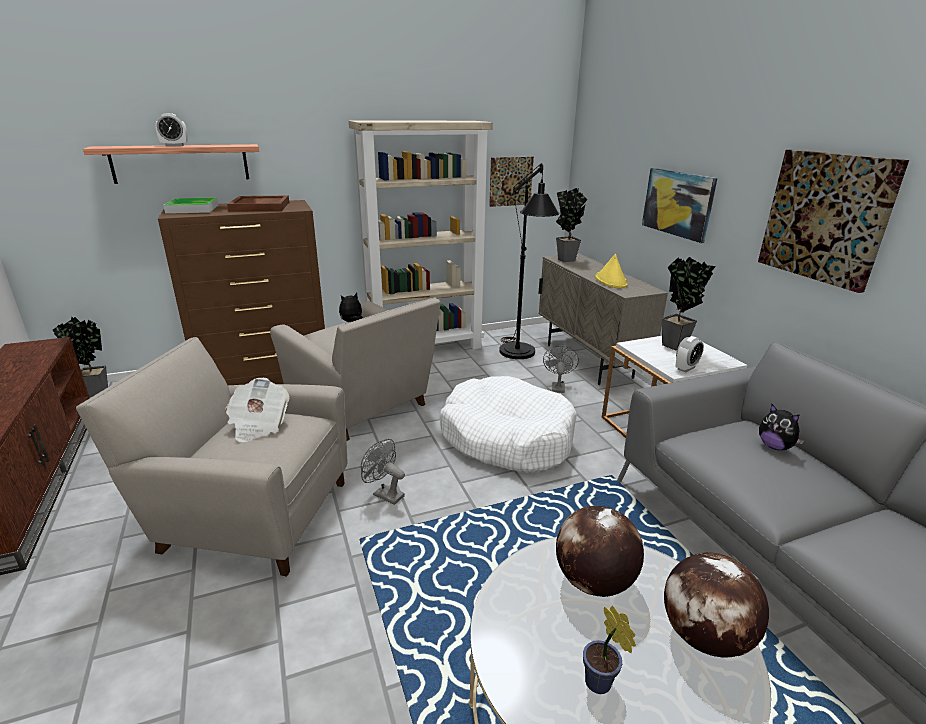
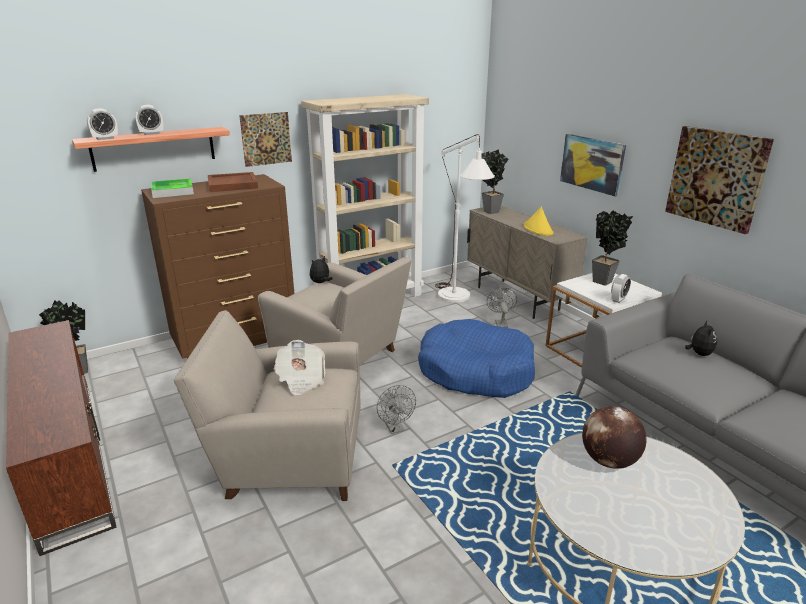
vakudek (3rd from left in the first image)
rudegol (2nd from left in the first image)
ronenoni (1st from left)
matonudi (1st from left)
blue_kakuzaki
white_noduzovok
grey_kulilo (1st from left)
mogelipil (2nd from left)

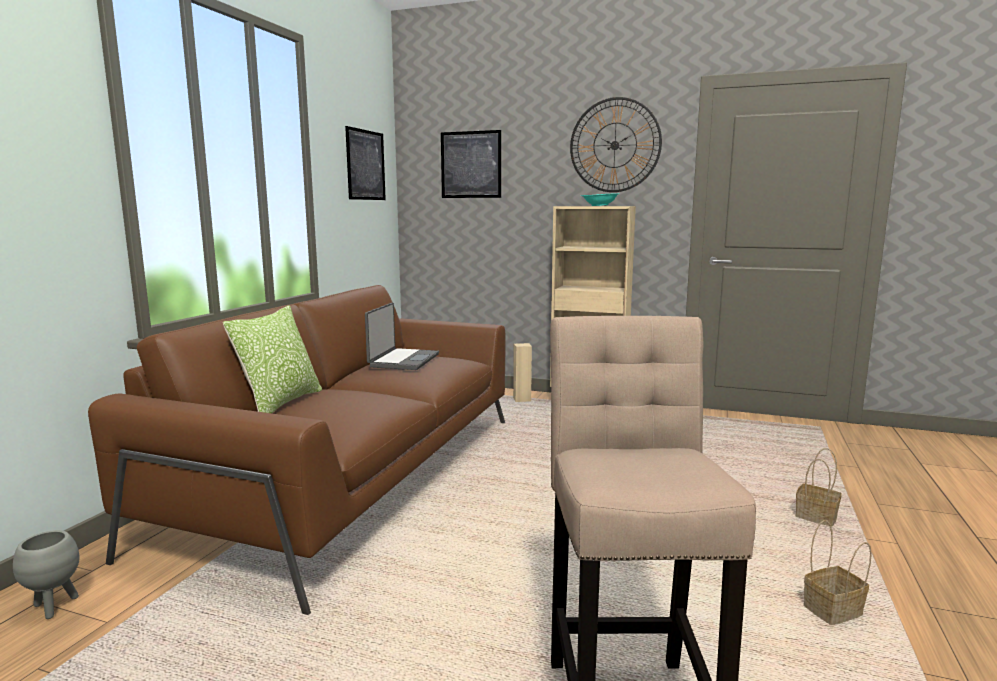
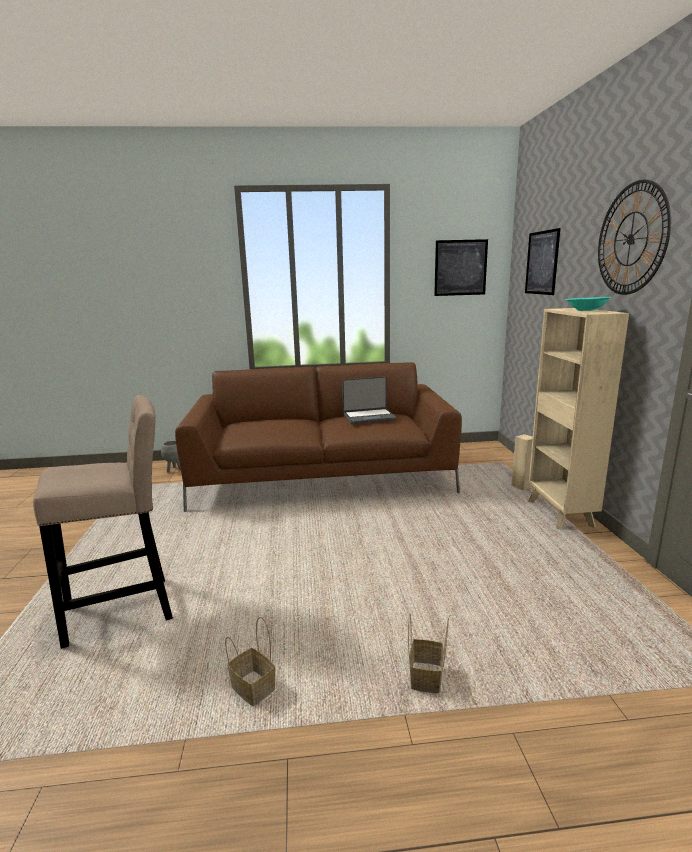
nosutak

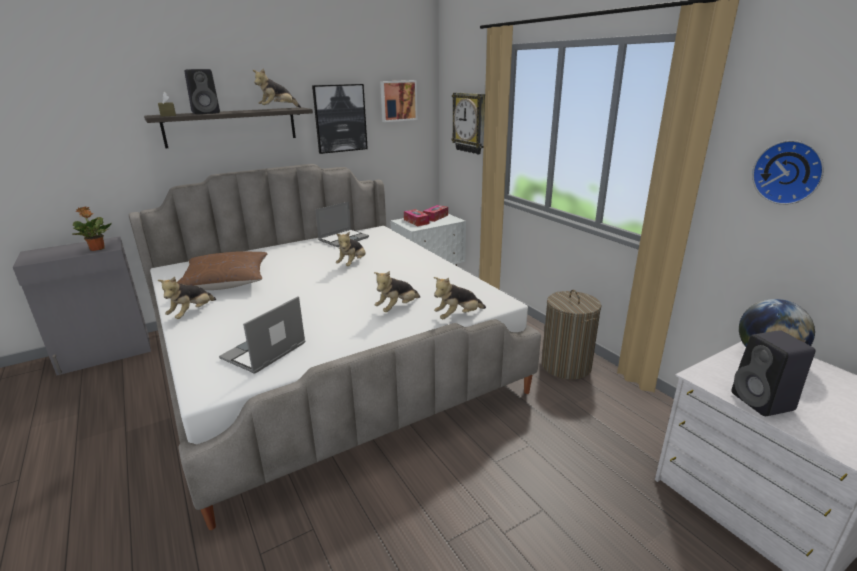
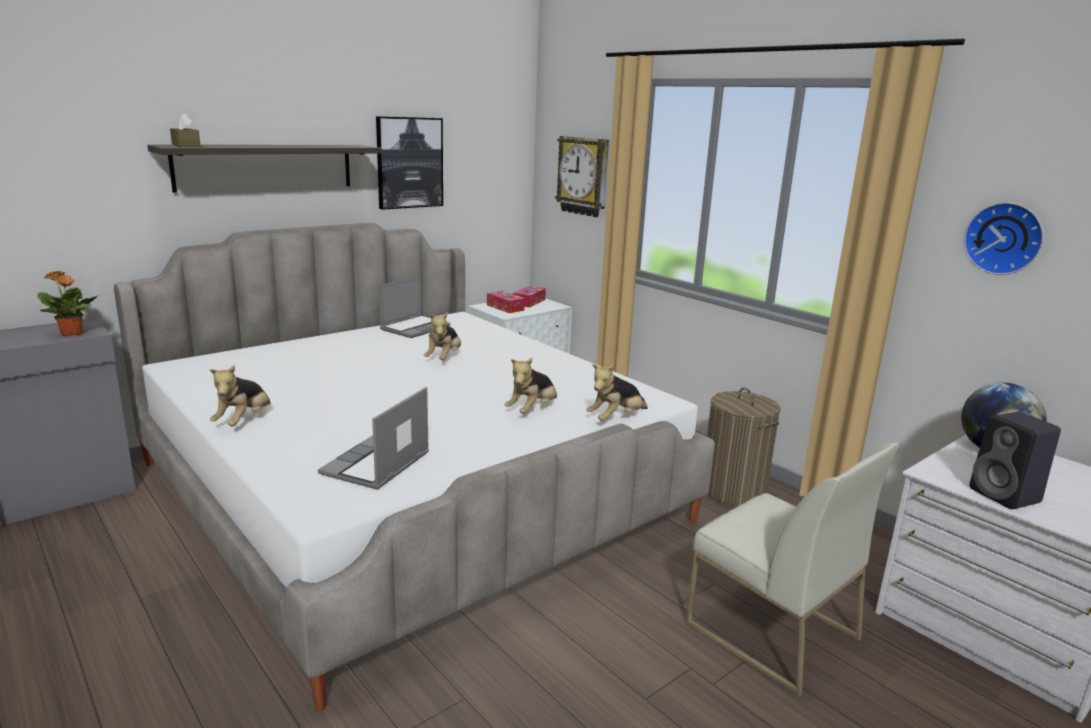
brown_nosutak
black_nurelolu (1st from left in the first image)
mogelipil (2nd from left in the first image)
matonudi (2nd from left in the first image)
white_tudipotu

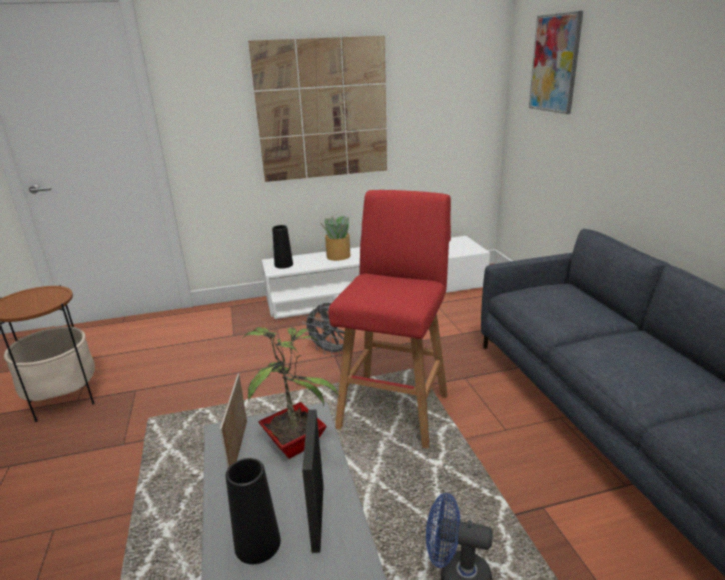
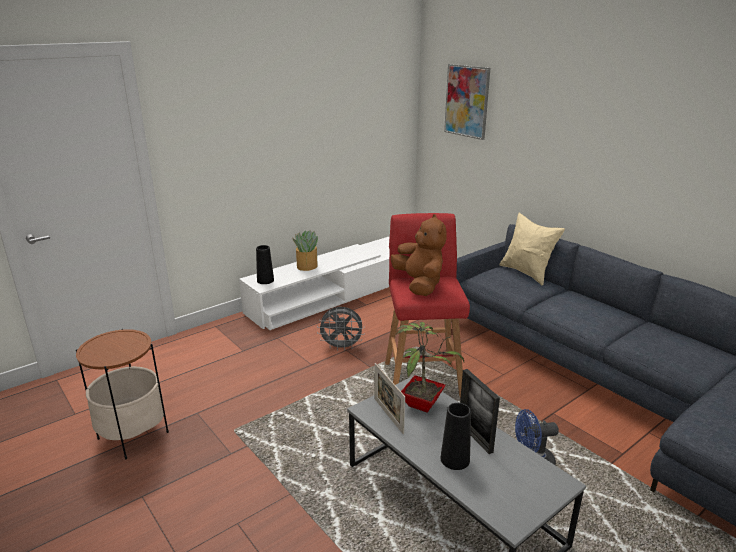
matonudi (1st from left in the first image)
brown_mogelipil
beige_nosutak

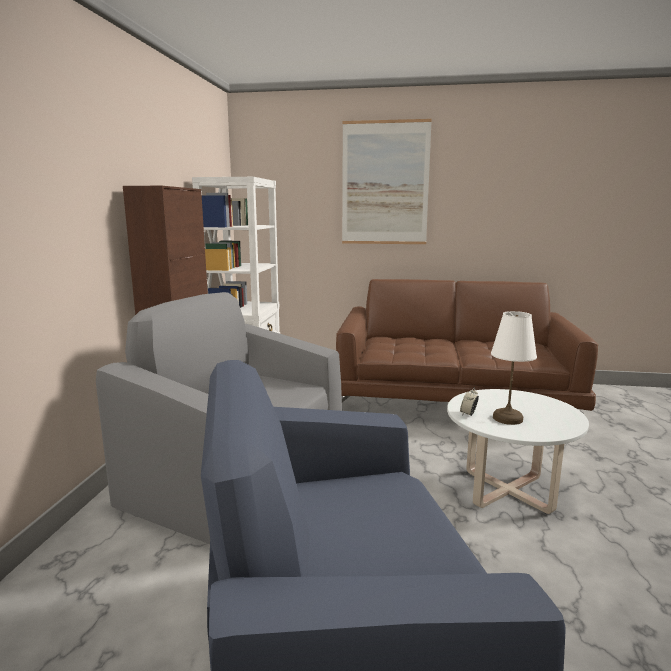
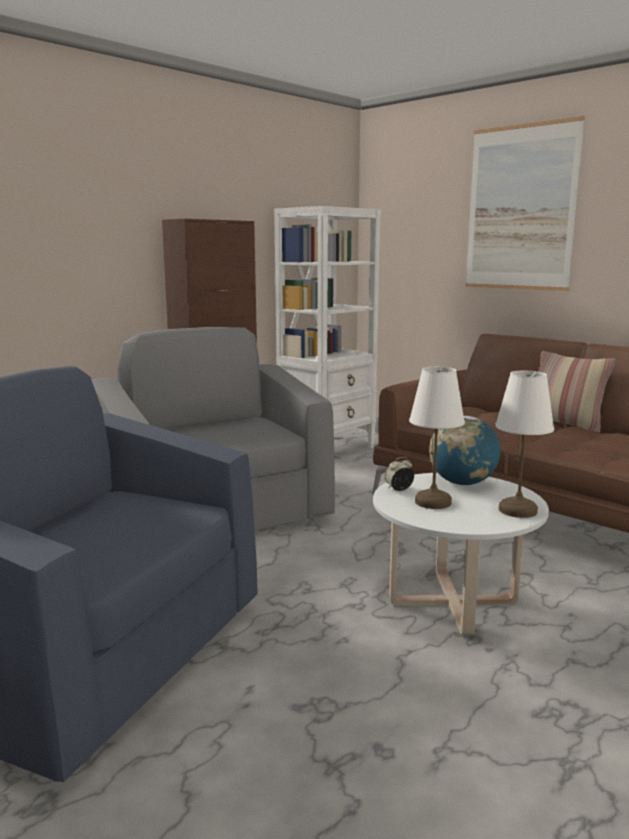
rudegol
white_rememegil (2nd from left)
nosutak

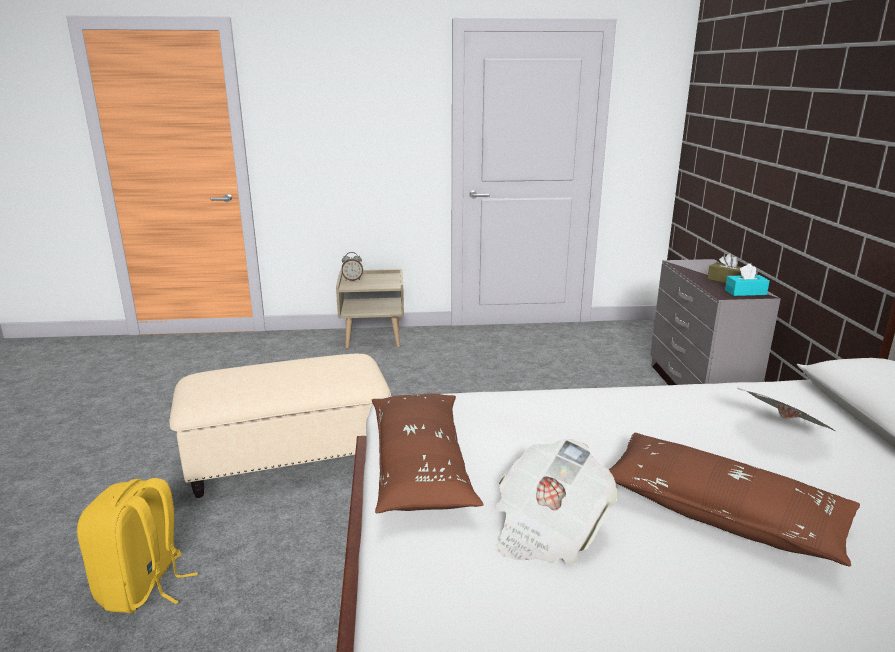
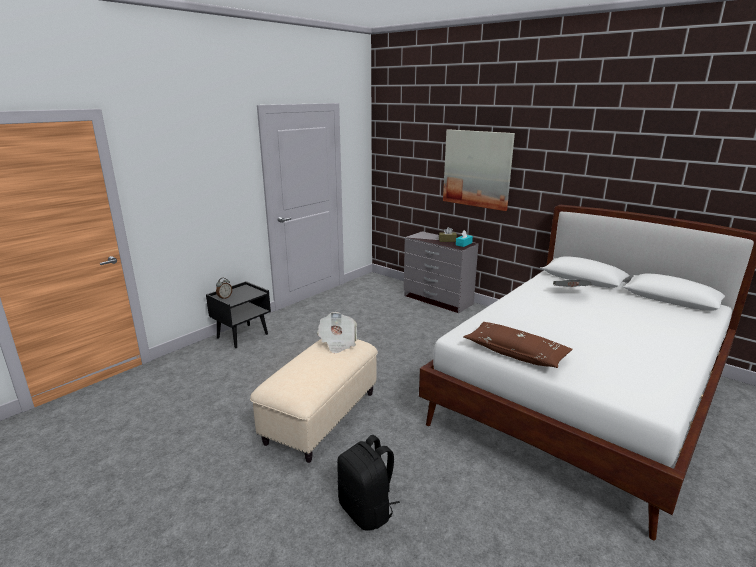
brown_nosutak (2nd from left in the first image)
matonudi
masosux (1st from left)
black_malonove
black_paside

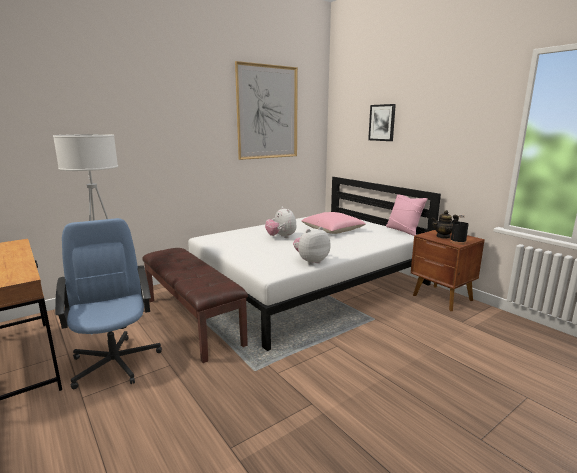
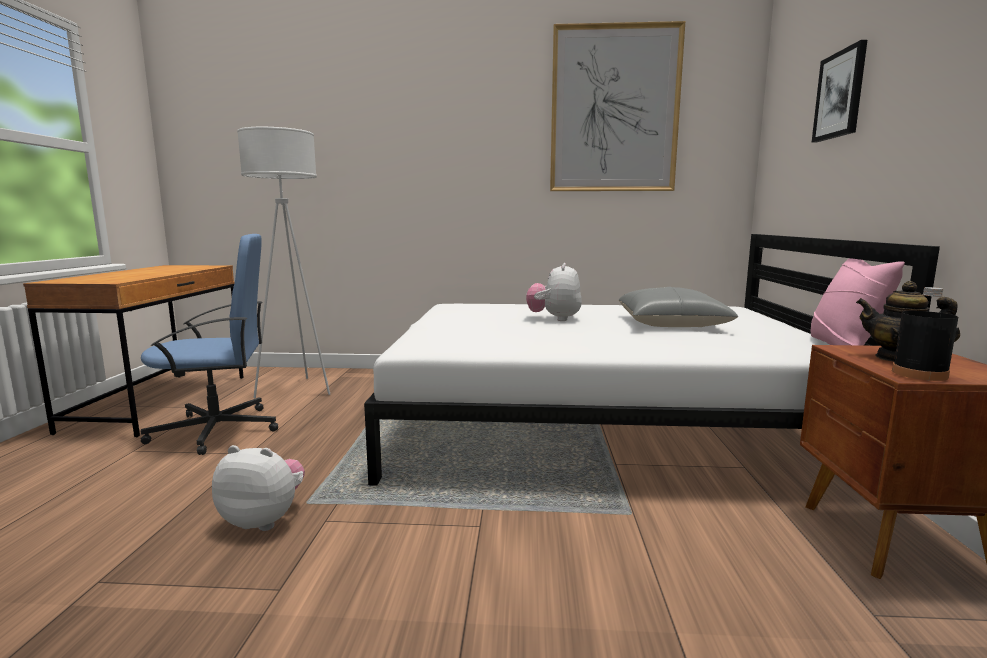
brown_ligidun
mogelipil (1st from left)
grey_nosutak
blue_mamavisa

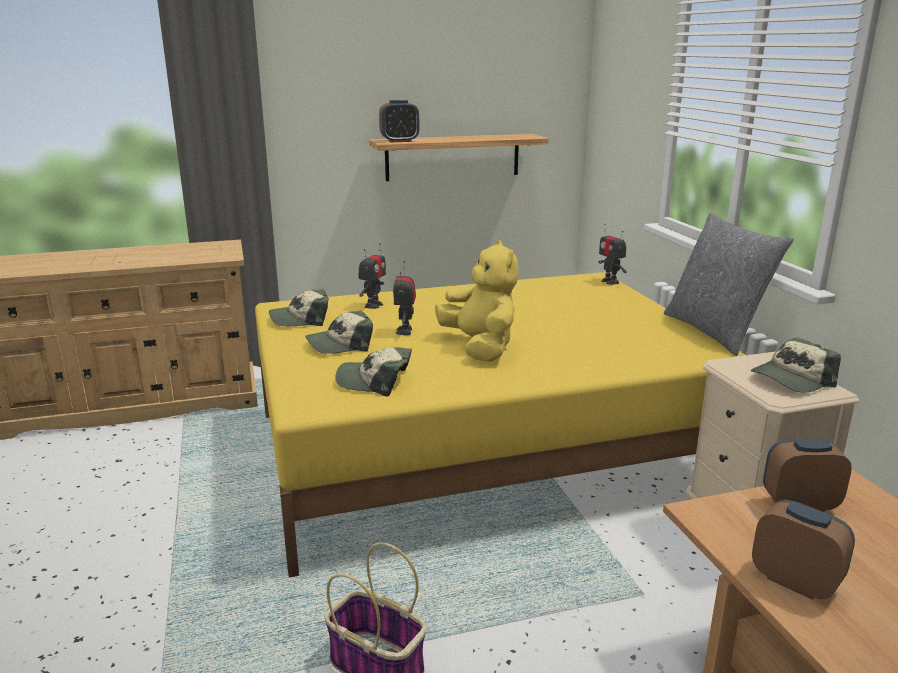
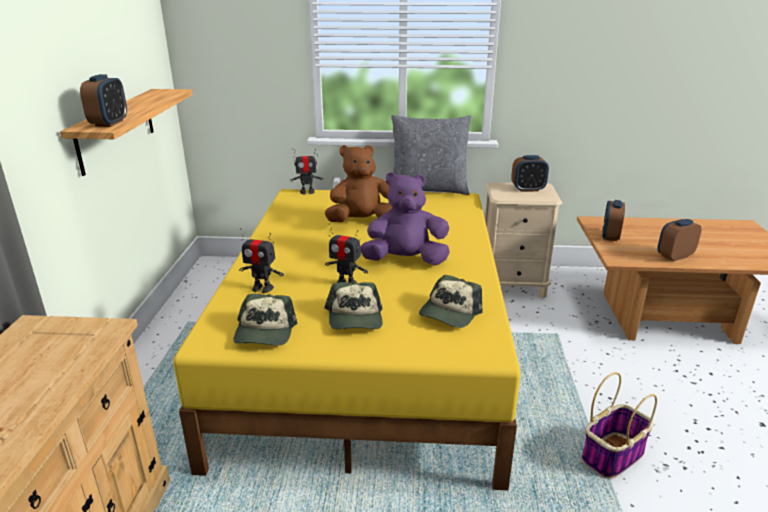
brown_mogelipil
ronenoni (2nd from left)
purple_mogelipil
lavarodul (1st from left)

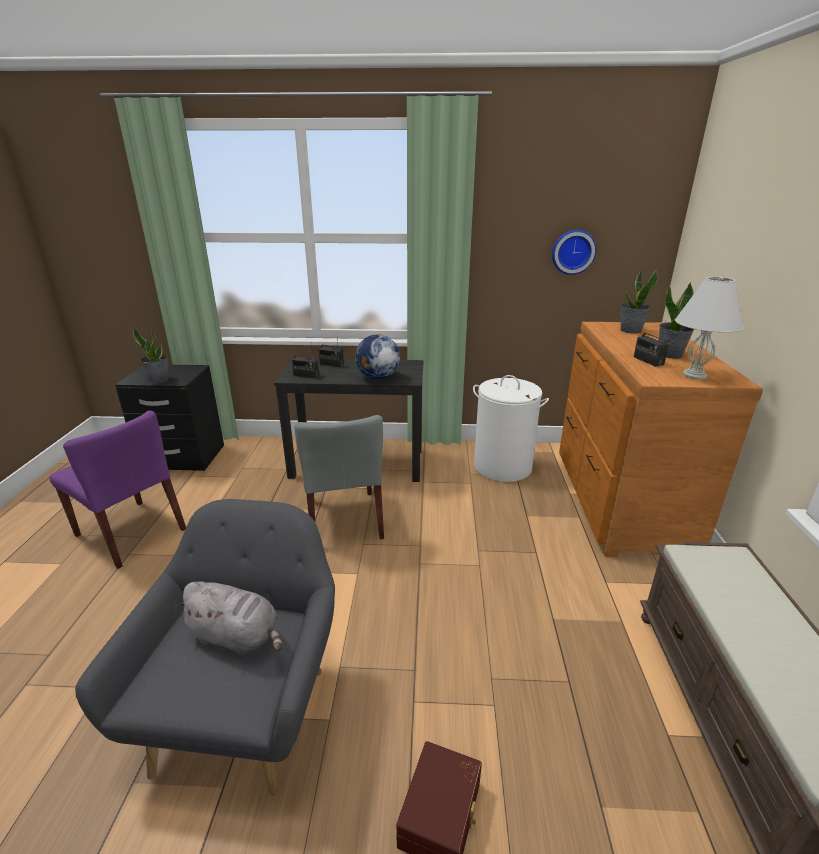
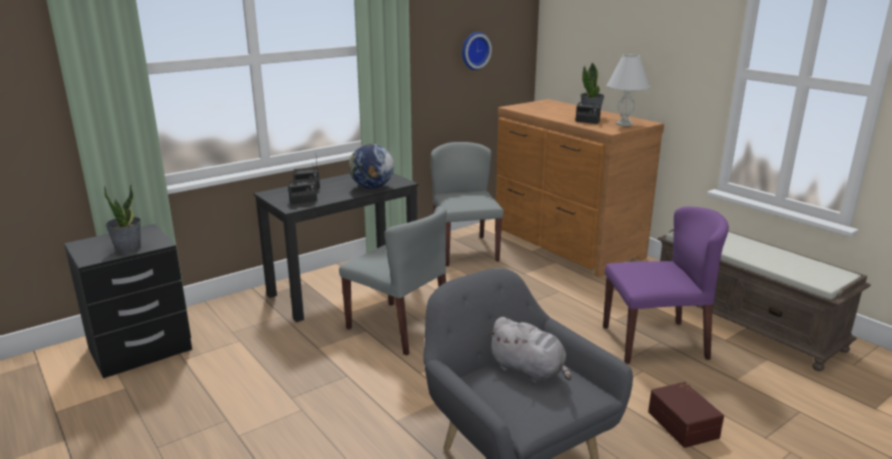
vakudek (2nd from left in the first image)
purple_tudipotu
grey_tudipotu (2nd from left)
grey_mogelipil

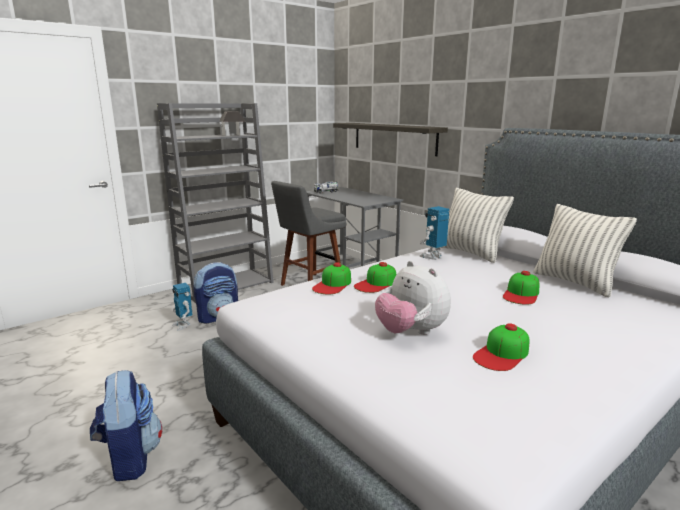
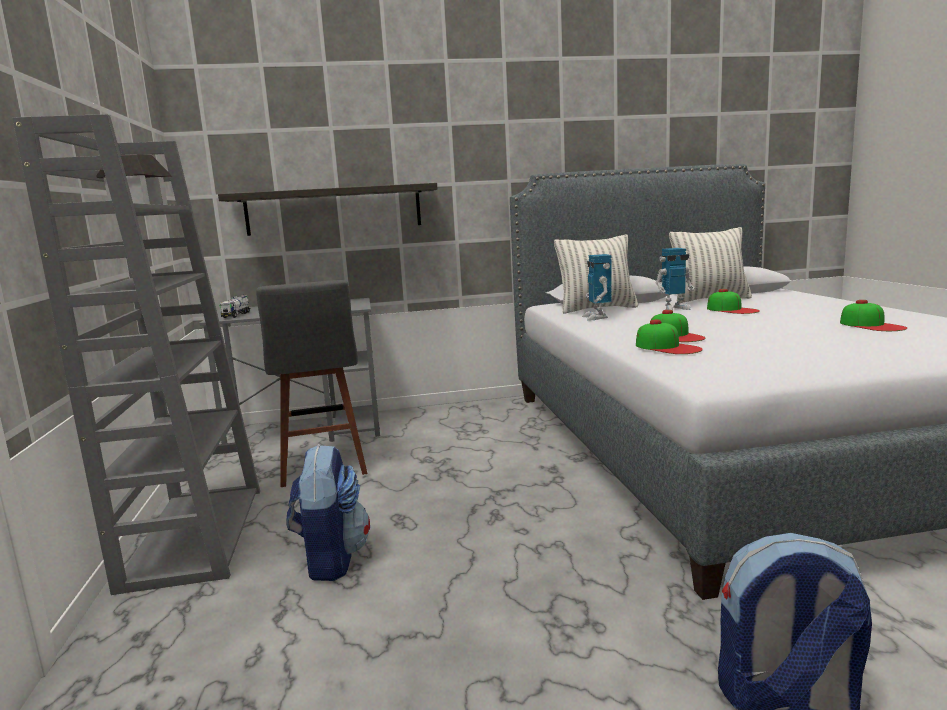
mogelipil
lavarodul (2nd from left)

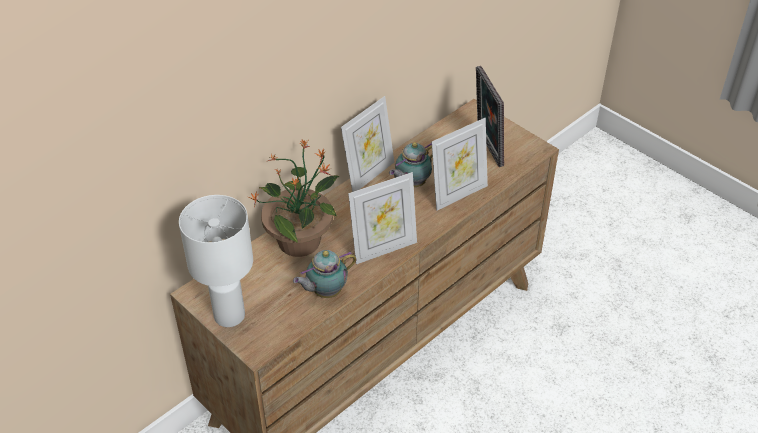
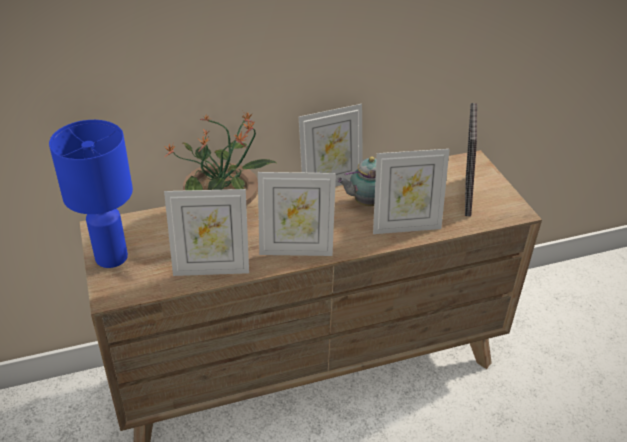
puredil (1st from left)
blue_rememegil

